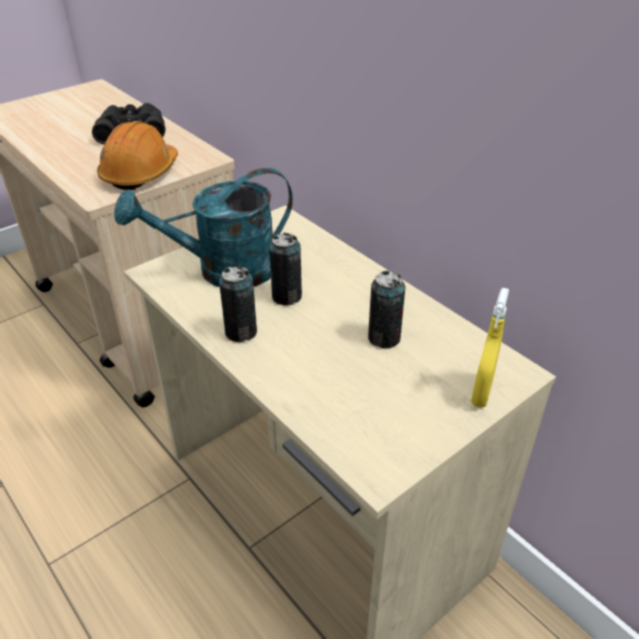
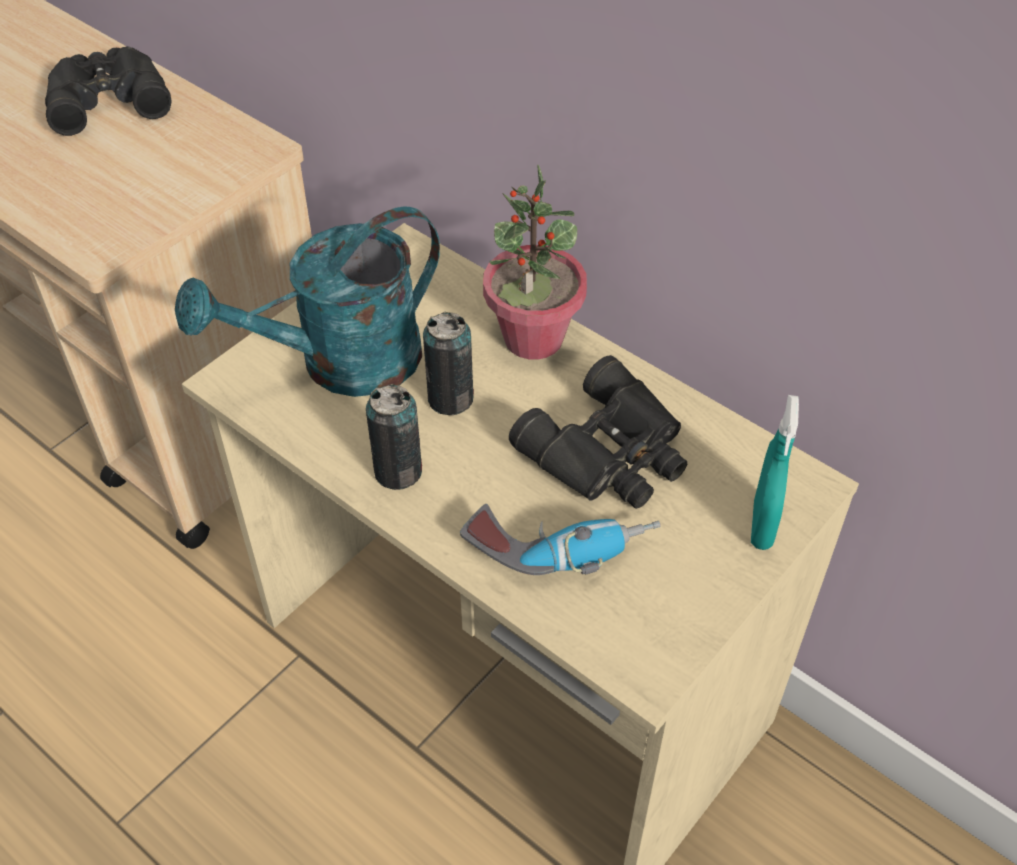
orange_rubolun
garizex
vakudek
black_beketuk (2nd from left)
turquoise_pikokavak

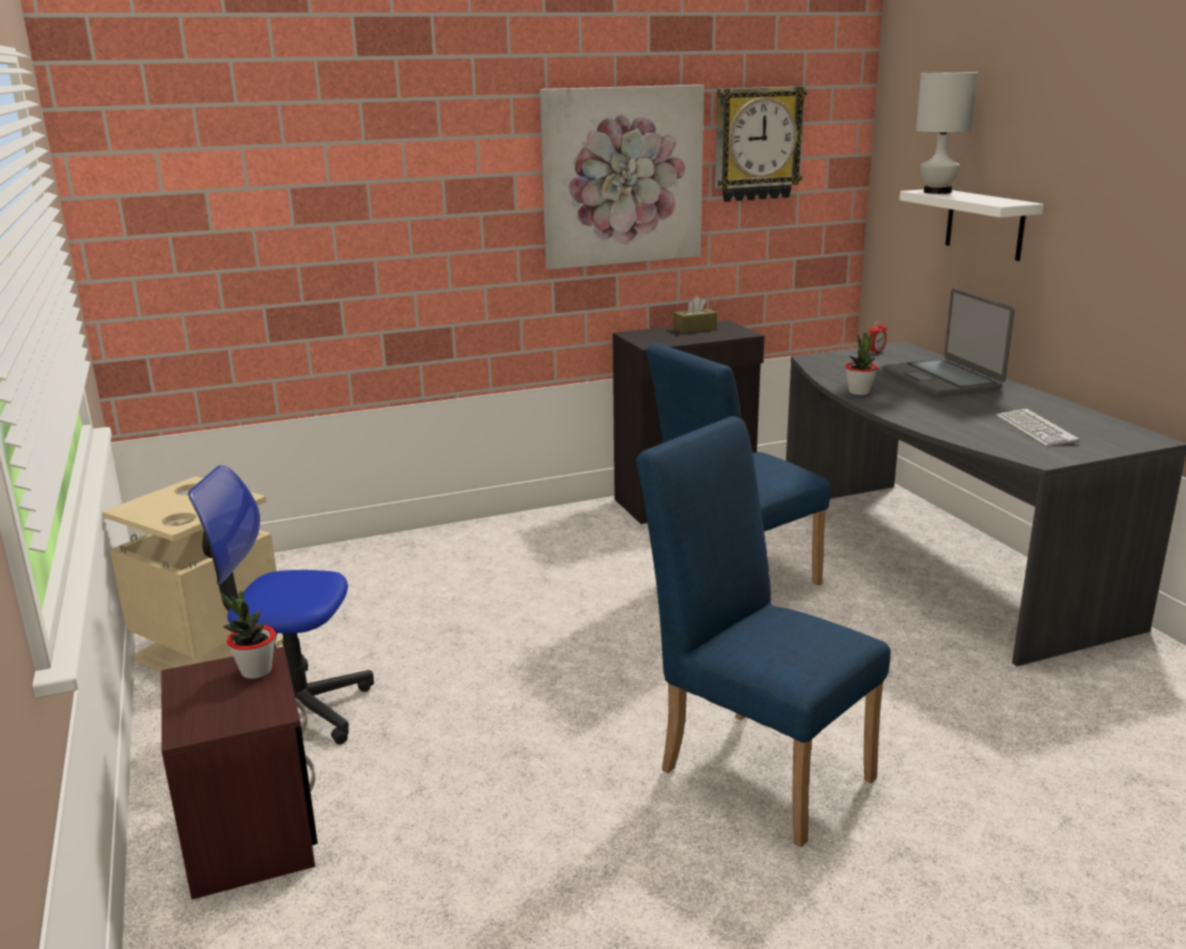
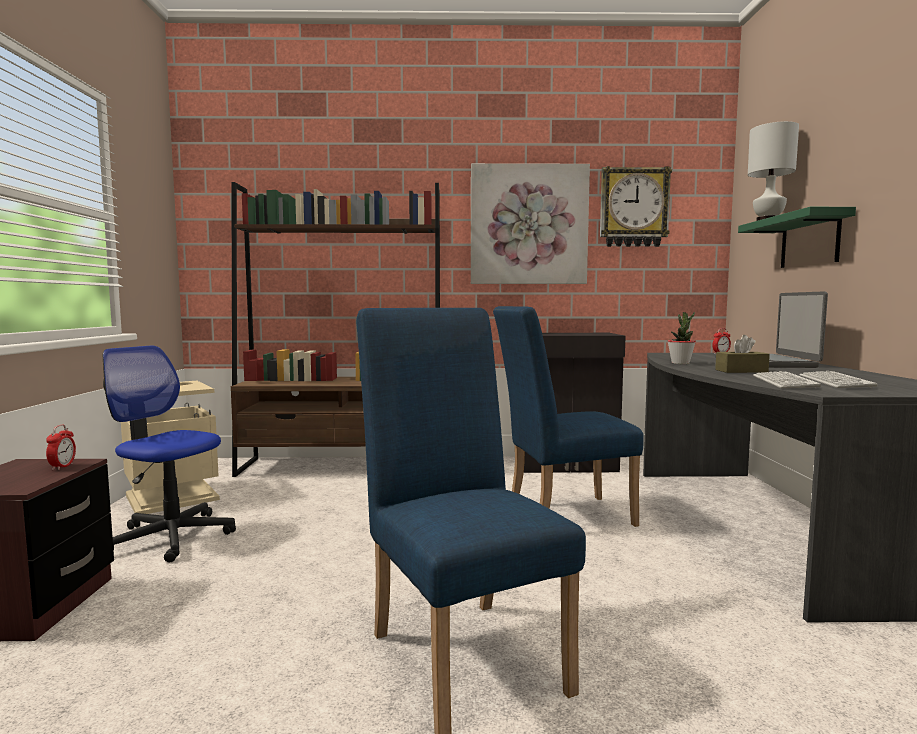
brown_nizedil
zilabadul (1st from left)
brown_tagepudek
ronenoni (1st from left)
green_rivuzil

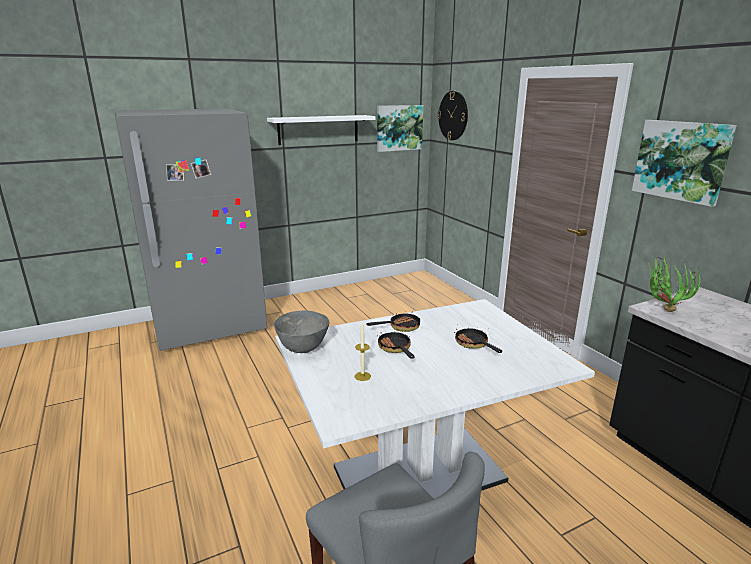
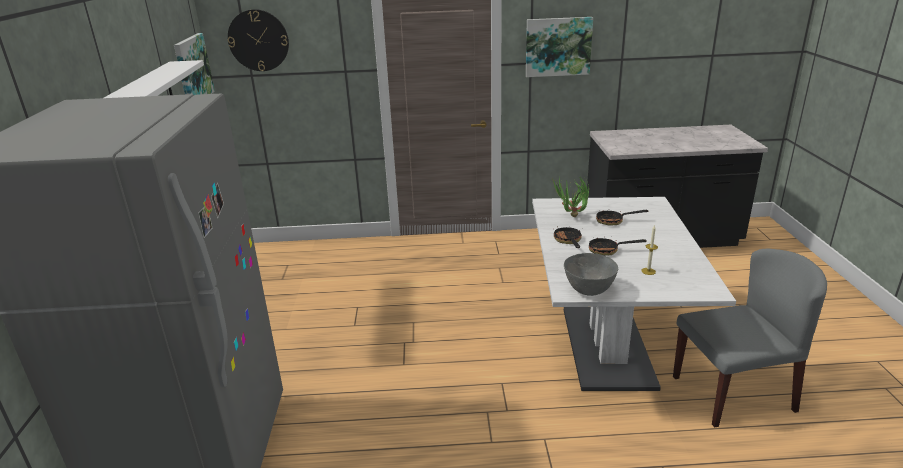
vakudek

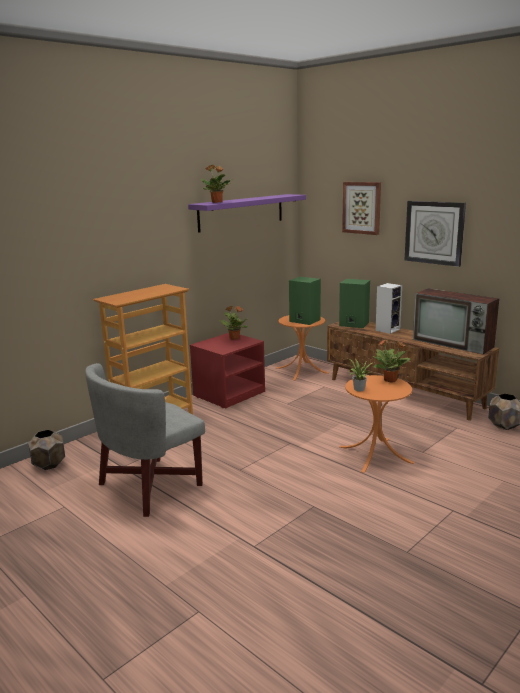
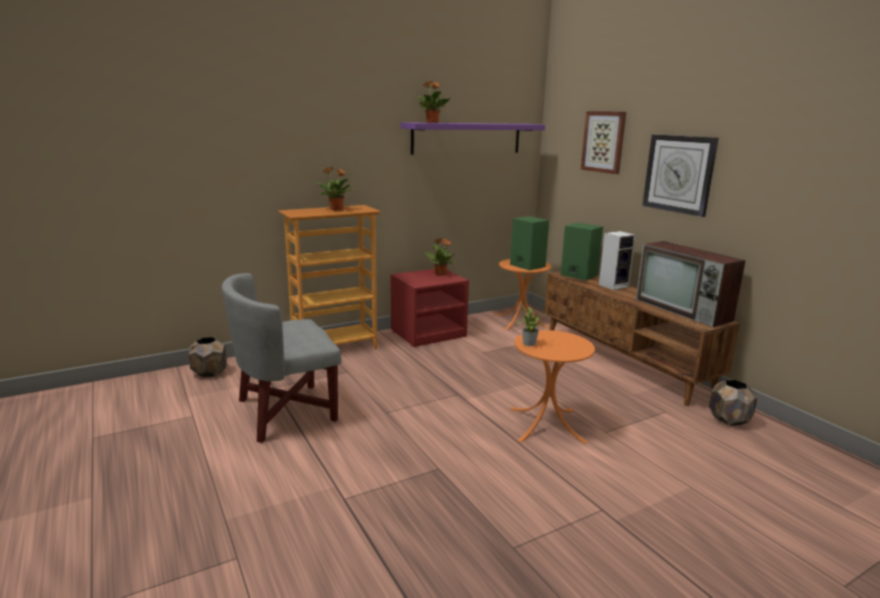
vakudek (1st from left)

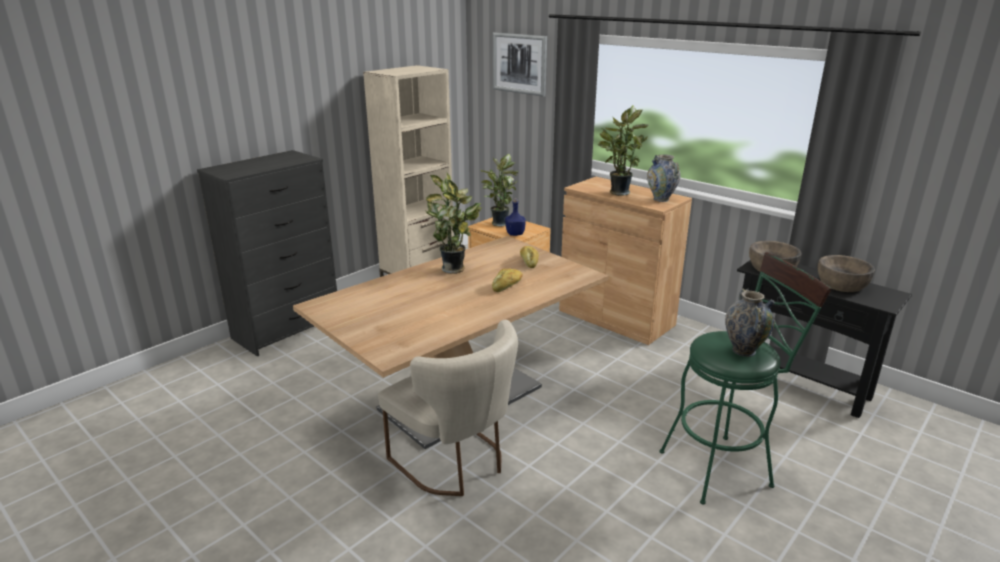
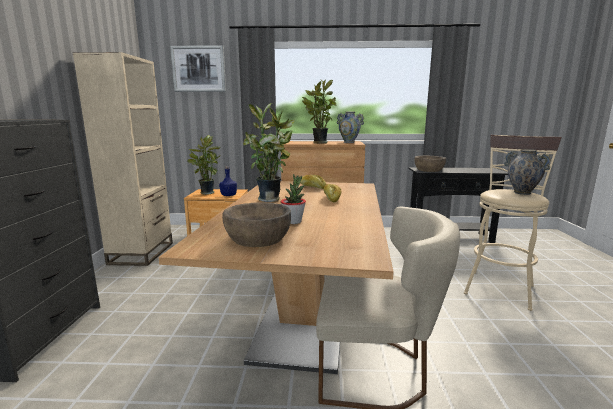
vakudek (3rd from left)
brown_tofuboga (1st from left)
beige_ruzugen

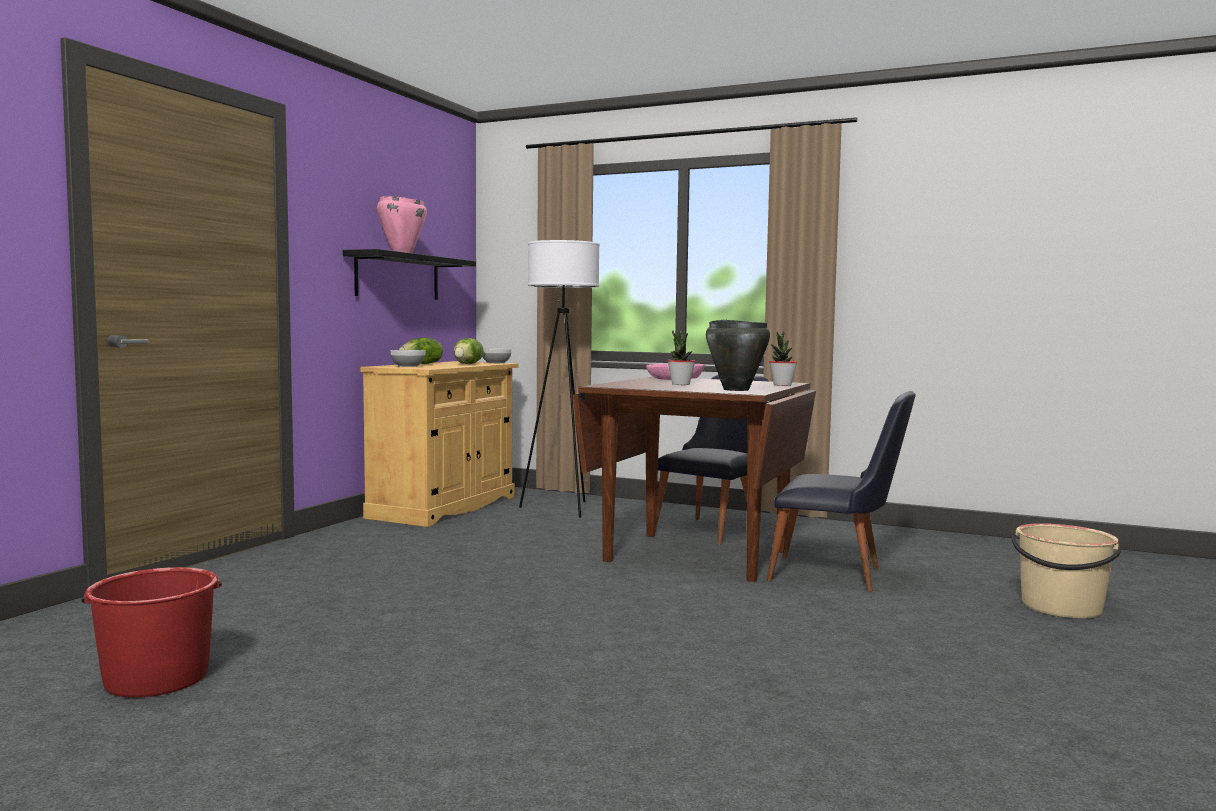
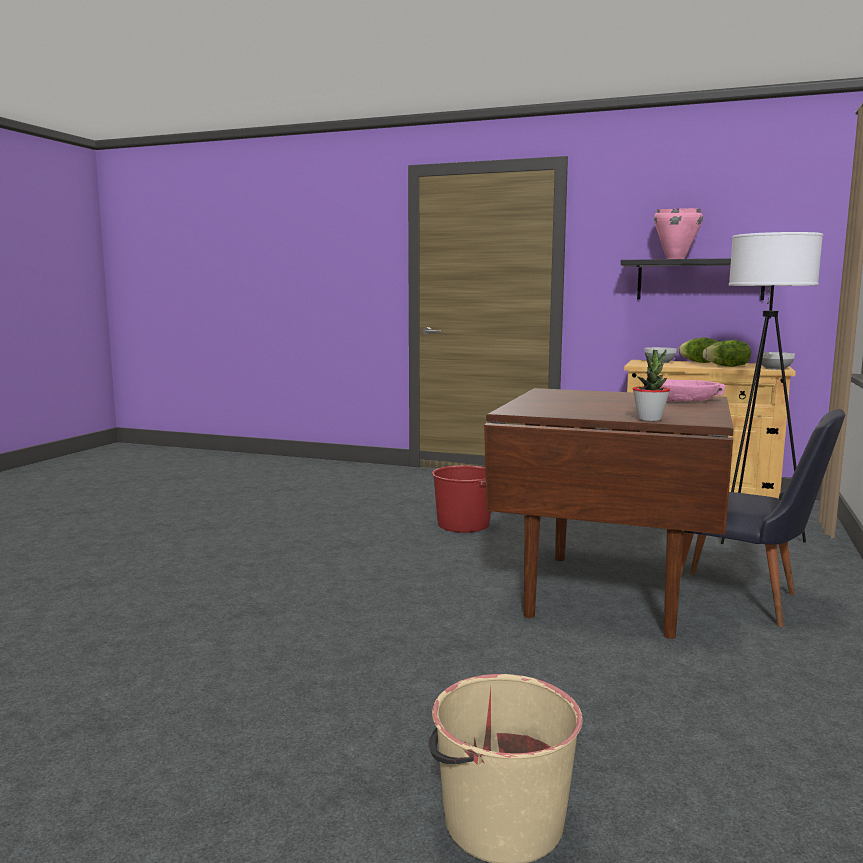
vakudek (1st from left in the first image)
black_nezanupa
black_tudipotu (2nd from left in the first image)
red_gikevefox

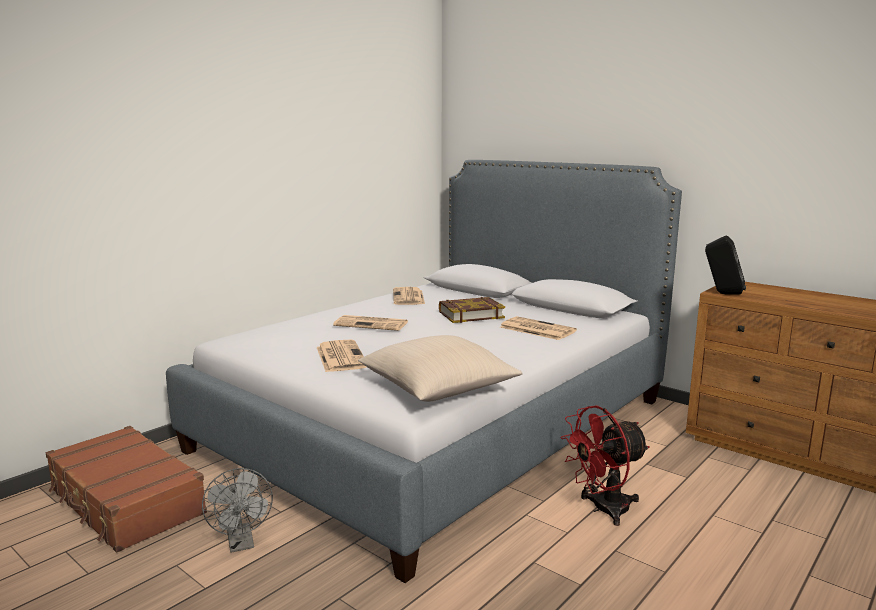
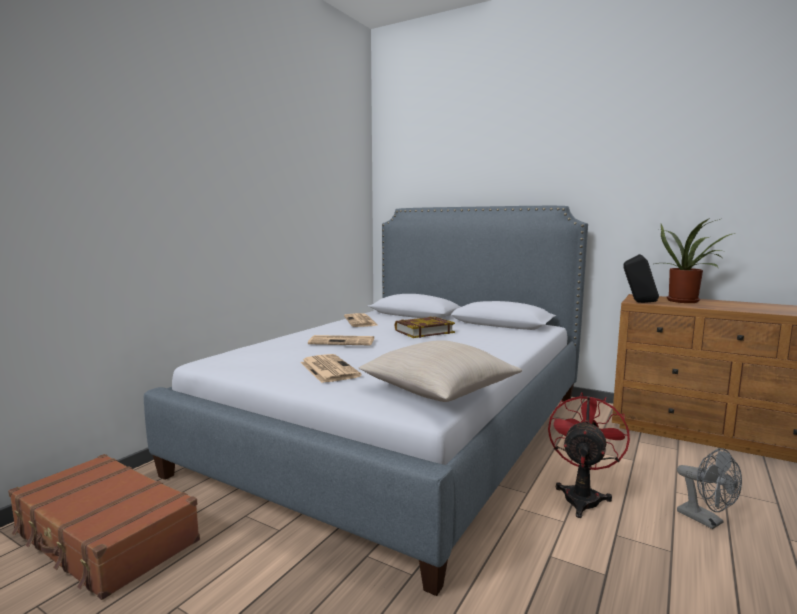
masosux (4th from left in the first image)
vakudek
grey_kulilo
red_kulilo

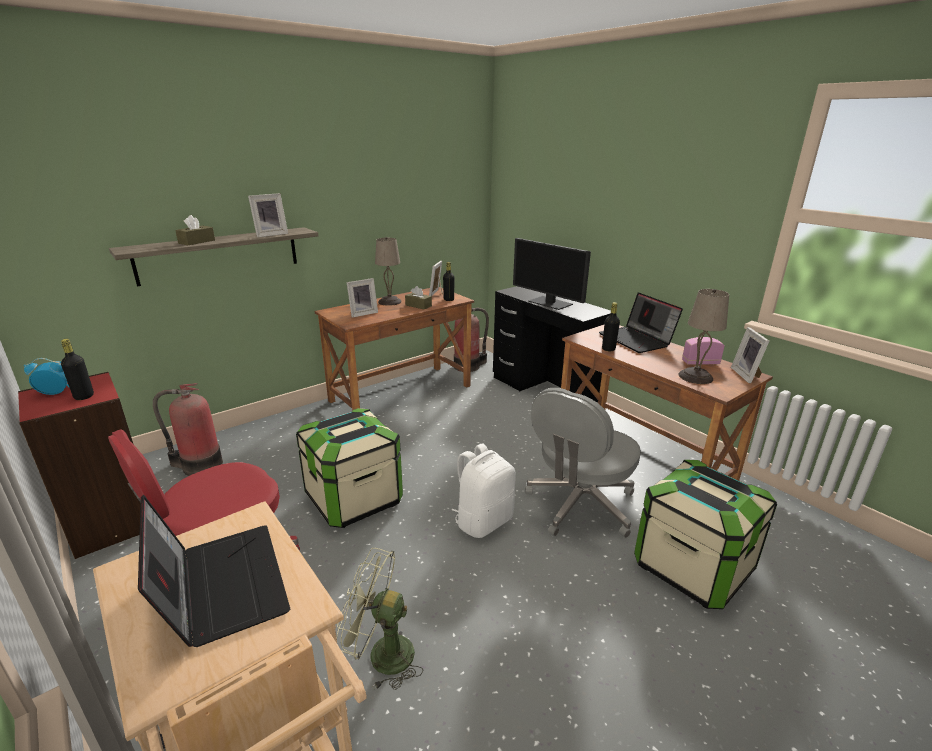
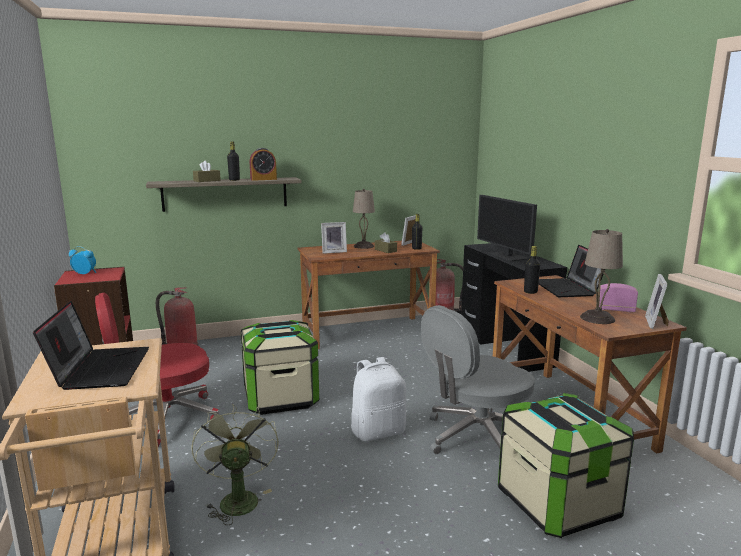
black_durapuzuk (1st from left)
ronenoni (2nd from left)
green_kulilo

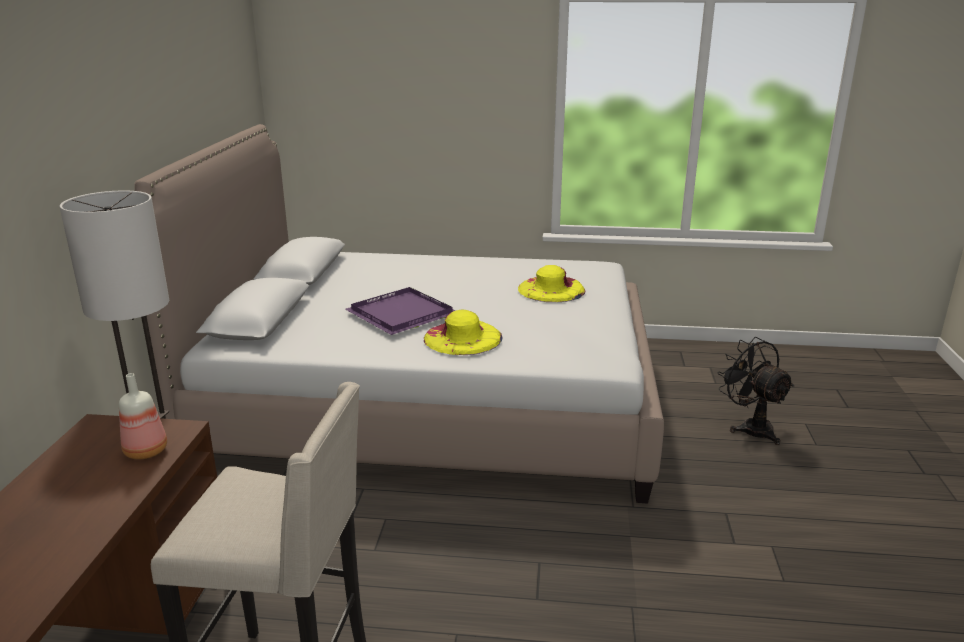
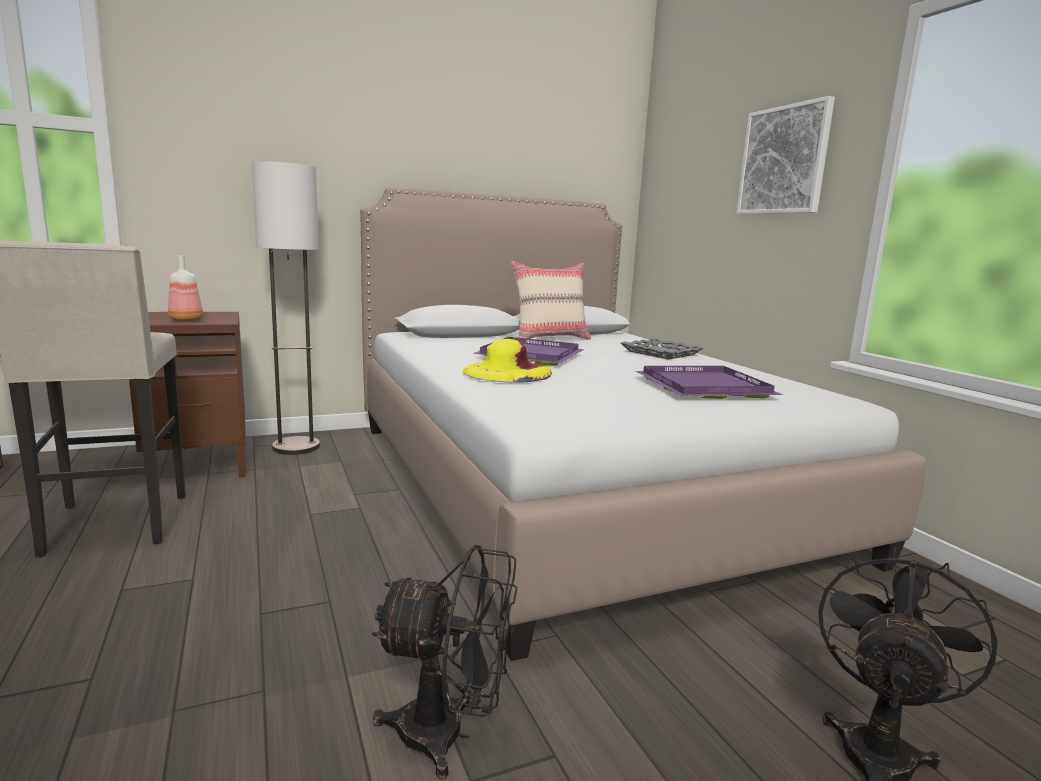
black_kulilo (1st from left)
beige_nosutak
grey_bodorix
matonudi
purple_bodorix (2nd from left)

